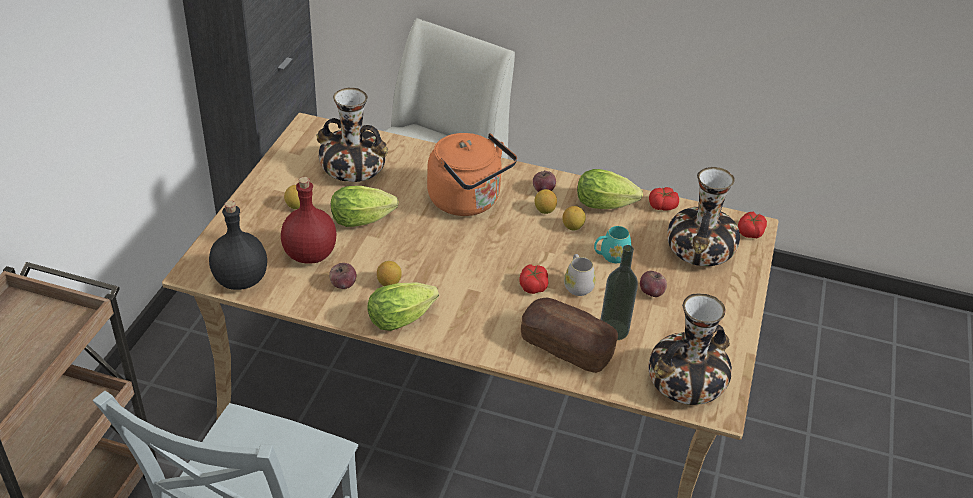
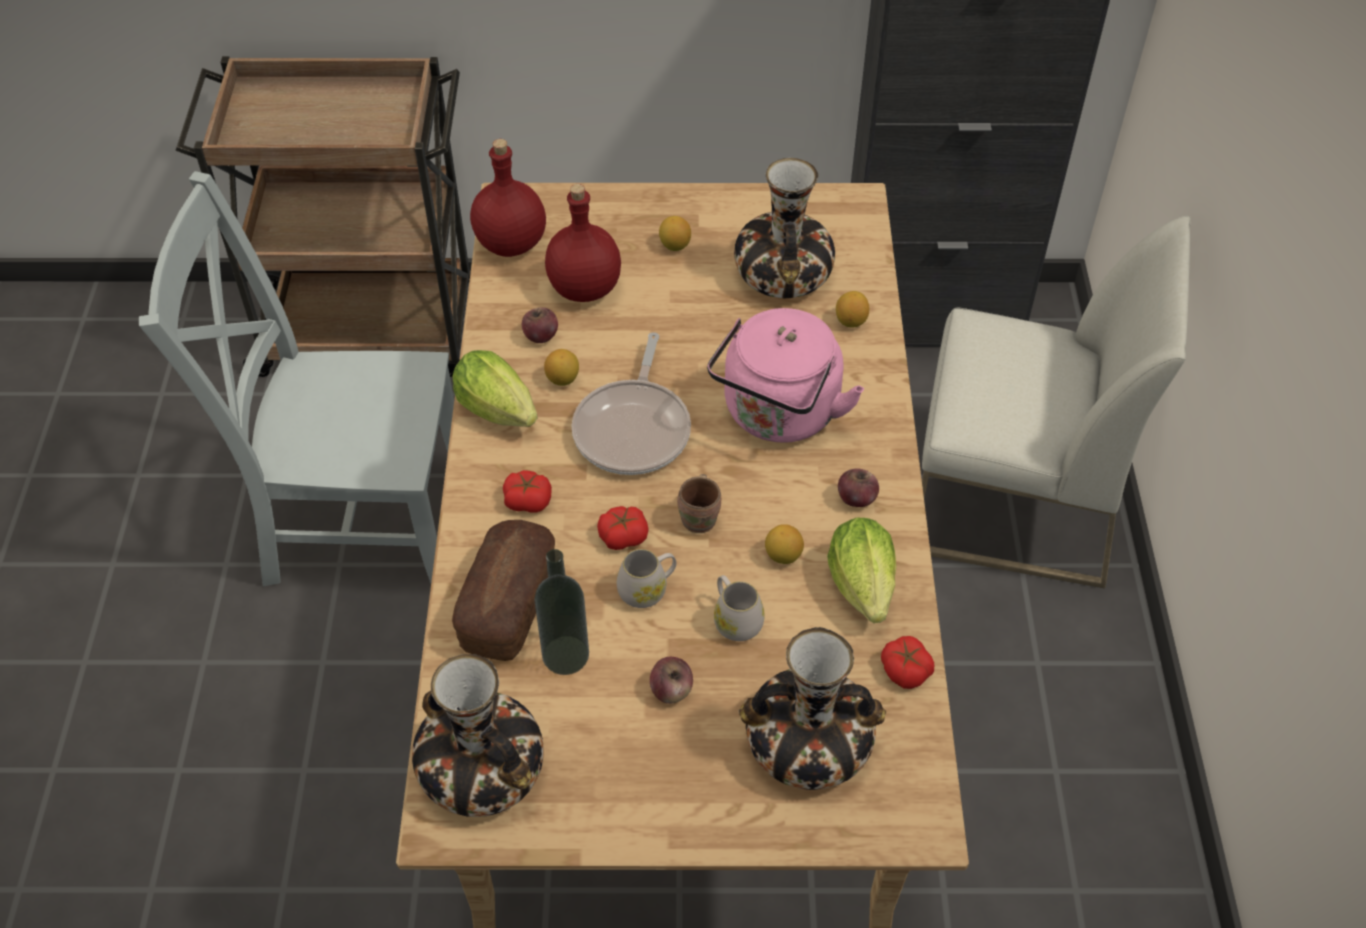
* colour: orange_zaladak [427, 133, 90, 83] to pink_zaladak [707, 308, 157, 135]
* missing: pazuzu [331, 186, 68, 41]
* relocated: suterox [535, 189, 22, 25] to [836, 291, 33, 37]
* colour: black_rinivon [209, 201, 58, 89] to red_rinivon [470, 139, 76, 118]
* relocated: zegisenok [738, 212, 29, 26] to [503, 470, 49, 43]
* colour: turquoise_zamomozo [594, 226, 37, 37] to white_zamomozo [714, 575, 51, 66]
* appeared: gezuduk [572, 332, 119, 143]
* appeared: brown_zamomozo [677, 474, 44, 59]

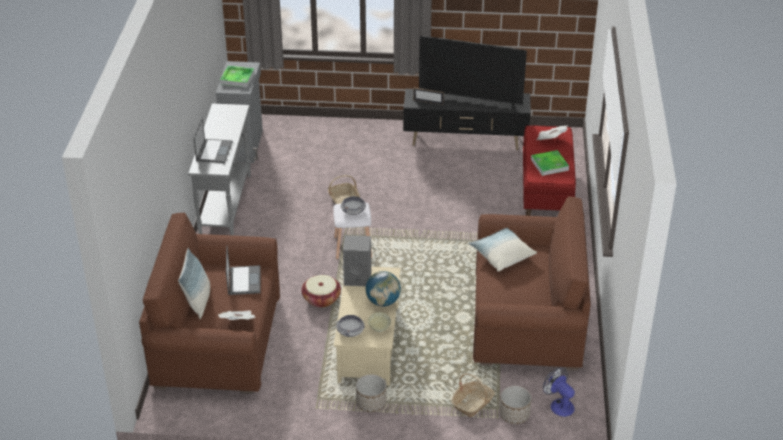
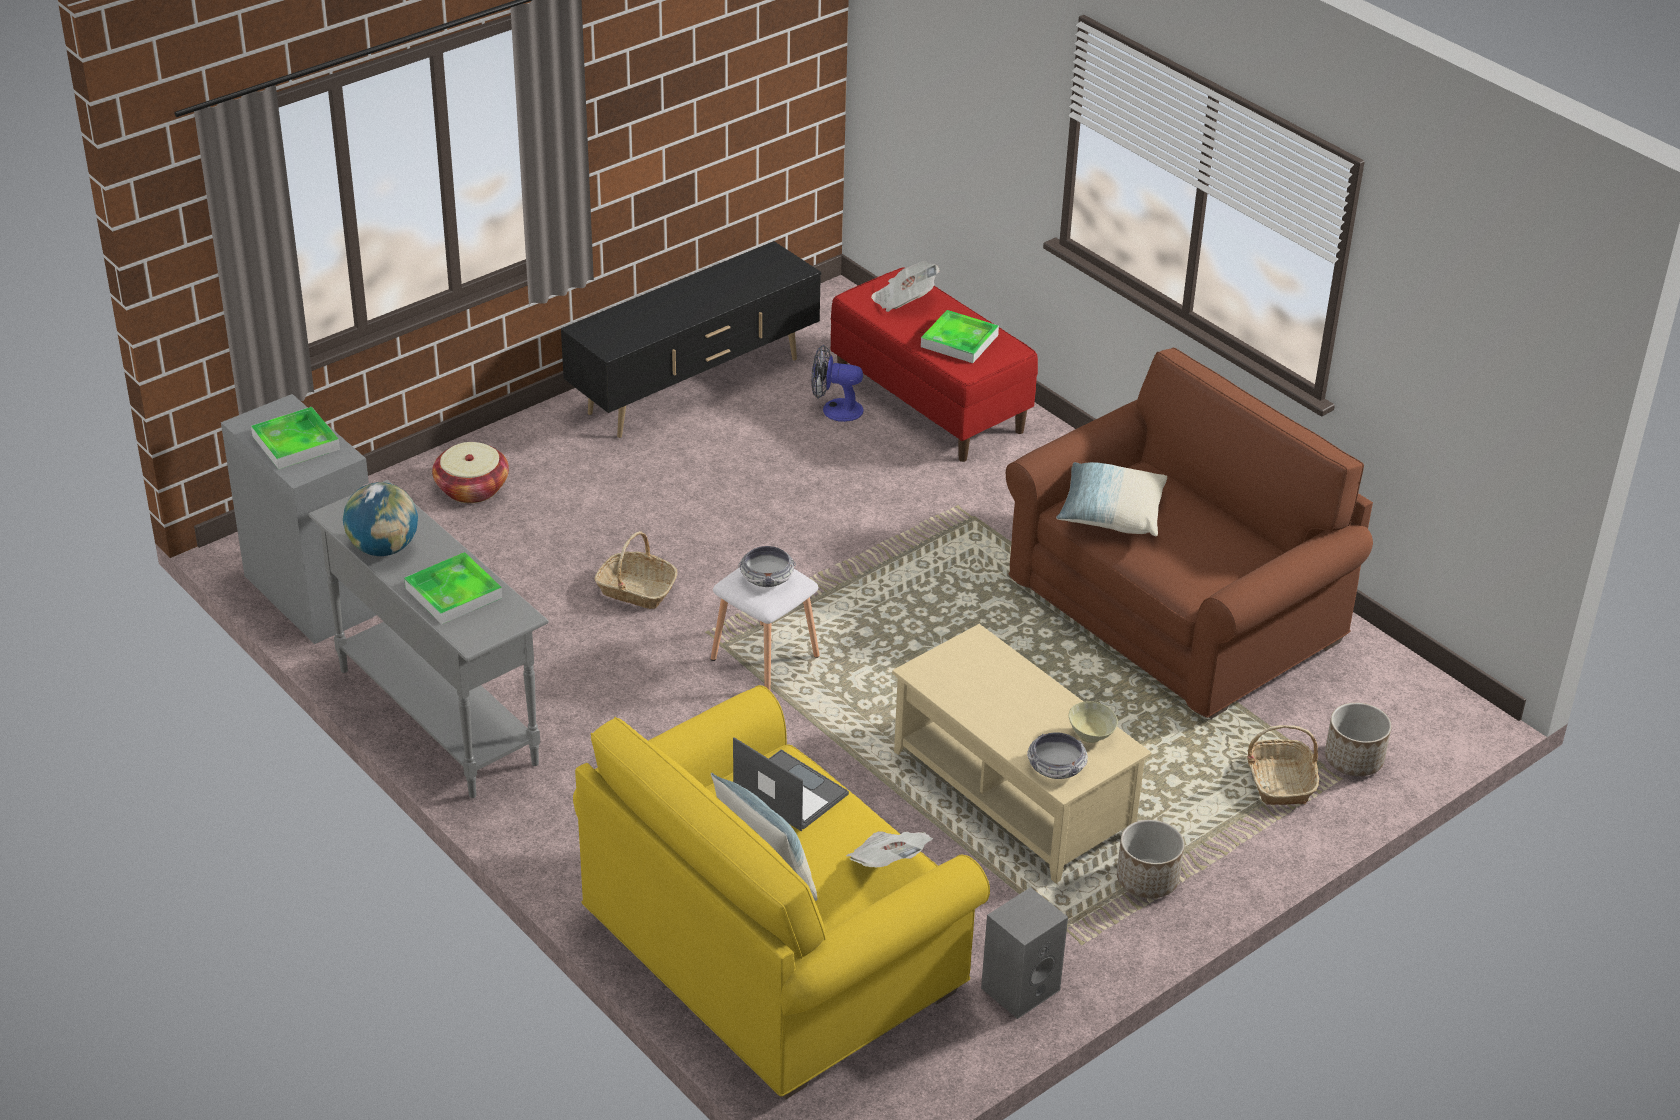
* missing: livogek [419, 36, 108, 75]
* missing: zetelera [413, 88, 31, 17]
* exchanged: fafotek [193, 118, 40, 45] to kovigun [404, 552, 98, 72]
* colour: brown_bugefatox [139, 212, 141, 182] to yellow_bugefatox [573, 685, 417, 414]
* relocated: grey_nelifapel [343, 235, 28, 51] to [981, 887, 87, 132]
* relocated: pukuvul [366, 271, 35, 35] to [343, 482, 75, 74]
* relocated: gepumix [302, 275, 39, 33] to [432, 442, 77, 61]
* relocated: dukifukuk [543, 368, 32, 49] to [811, 345, 53, 77]

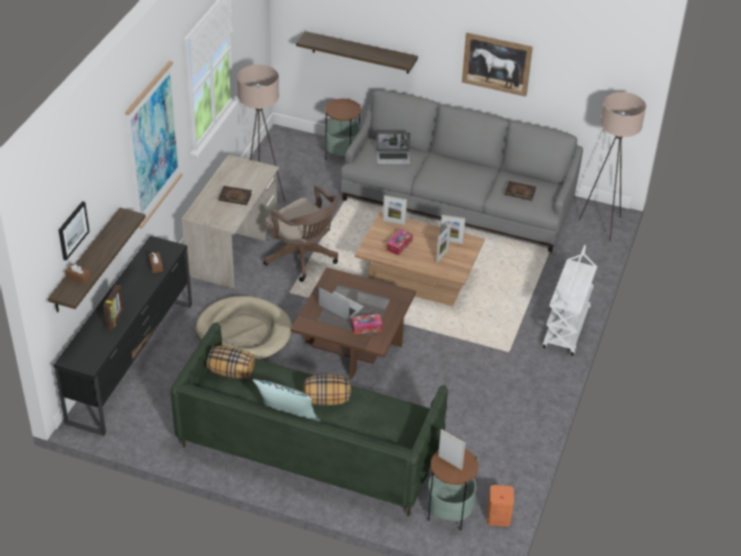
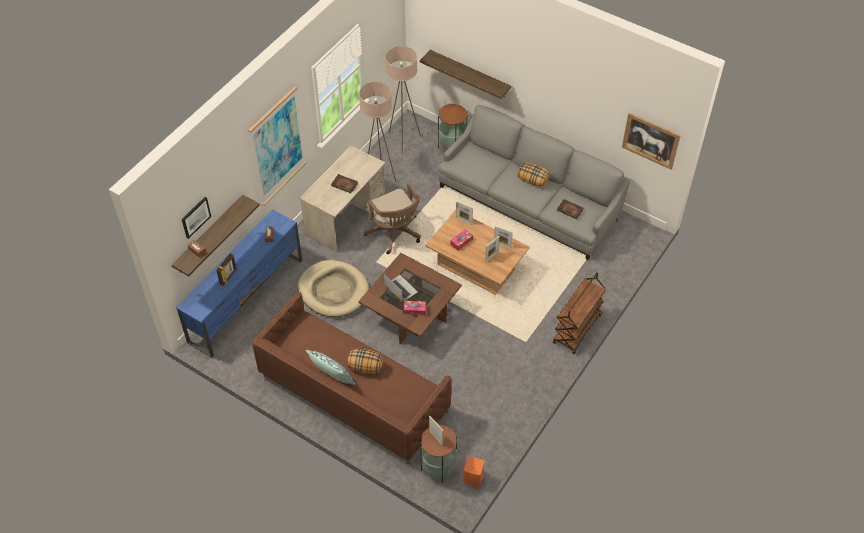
* relocated: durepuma [462, 33, 71, 64] to [622, 113, 59, 57]
* relocated: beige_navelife [579, 92, 67, 149] to [385, 46, 36, 107]
* missing: fafotek [376, 132, 35, 33]
* colour: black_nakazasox [54, 236, 138, 200] to blue_nakazasox [176, 209, 126, 149]
* colour: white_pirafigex [543, 245, 54, 111] to brown_pirafigex [553, 272, 53, 82]
* colour: green_bugefatox [171, 322, 277, 194] to brown_bugefatox [252, 292, 199, 172]
* relocated: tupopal [207, 346, 48, 33] to [518, 162, 32, 25]

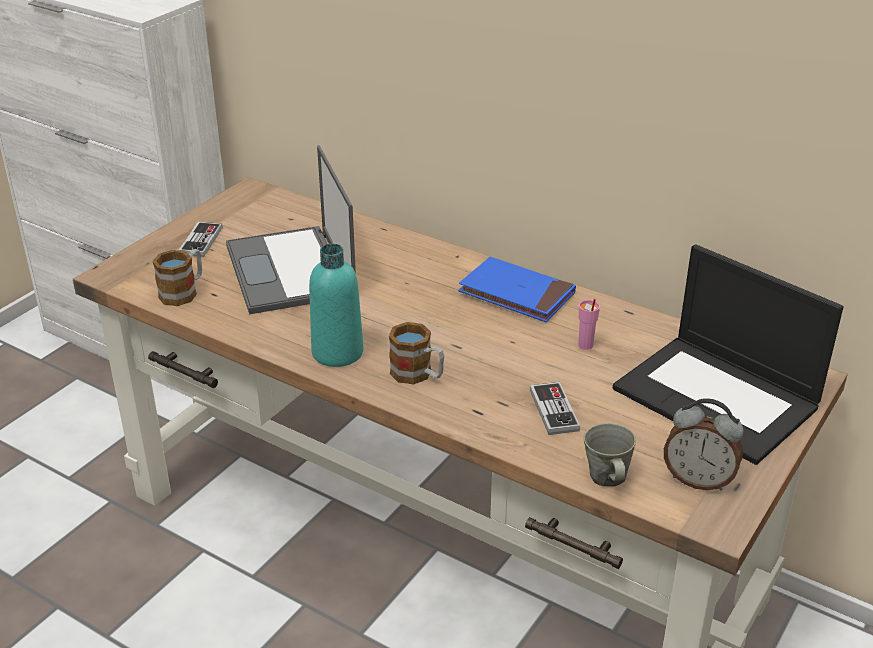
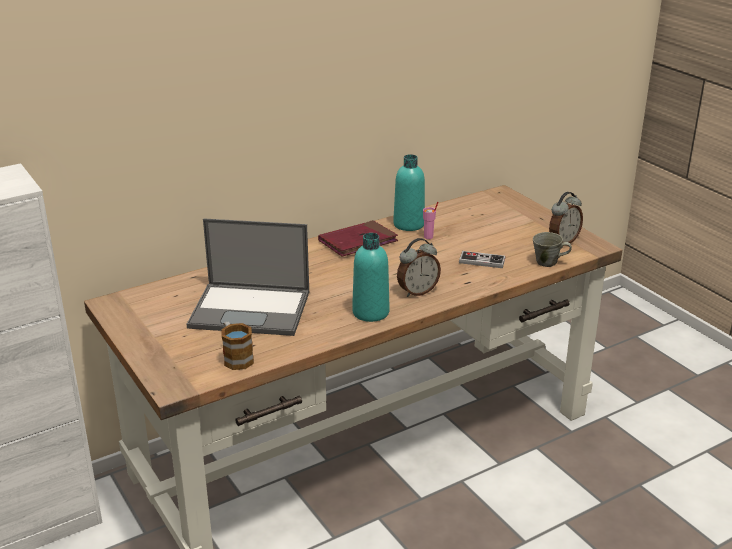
* missing: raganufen [179, 222, 43, 35]
* missing: fafotek [613, 244, 230, 221]
* colour: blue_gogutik [458, 257, 118, 65] to red_gogutik [318, 220, 80, 37]
* exchanged: zamomozo [389, 322, 55, 62] to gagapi [397, 238, 44, 59]
* appeared: turquoise_rinivon [393, 154, 32, 77]

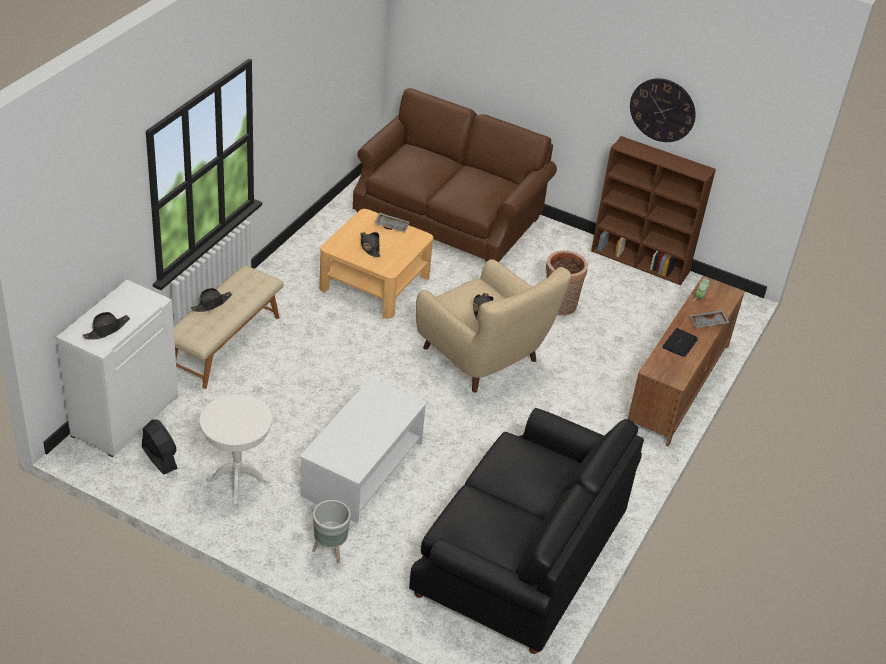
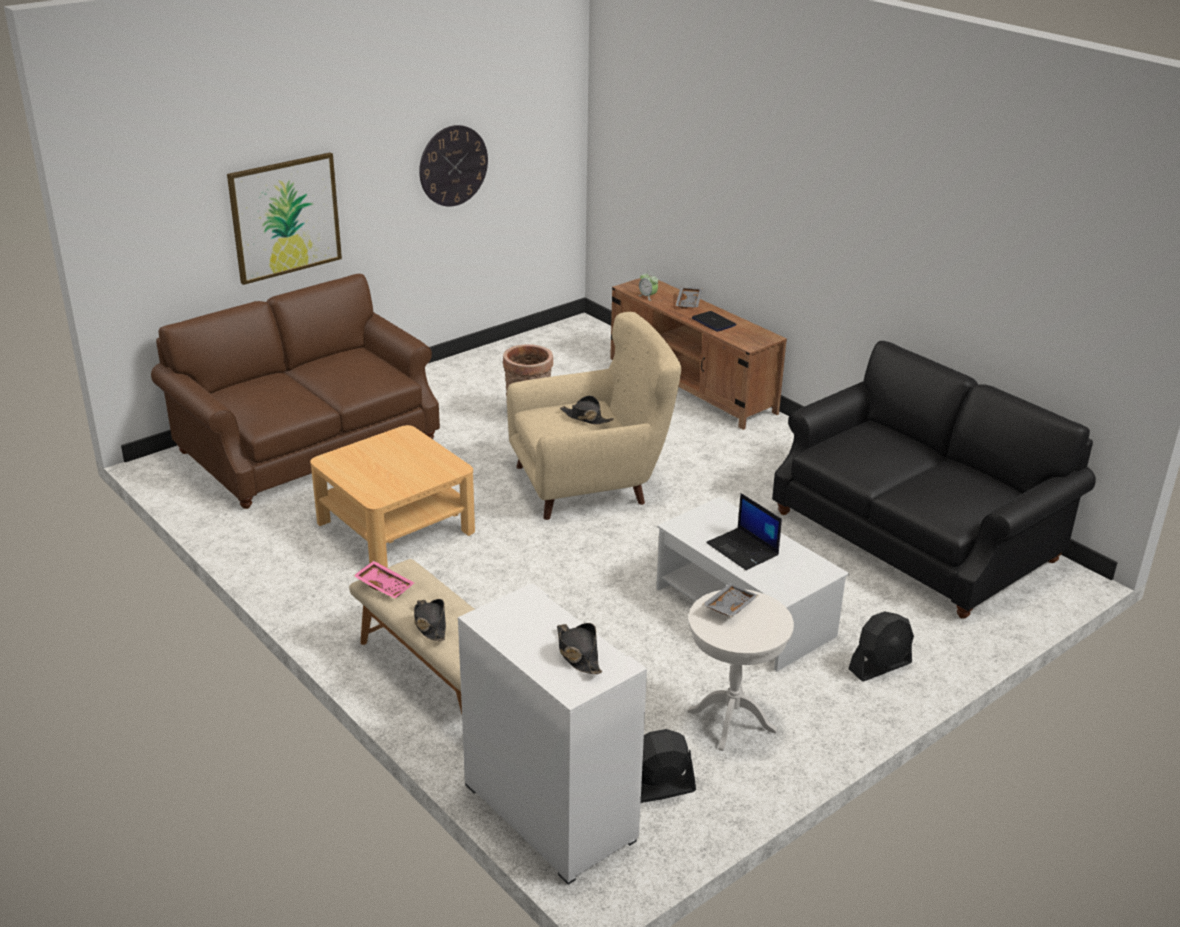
* missing: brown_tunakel [591, 136, 125, 149]
* relocated: grey_kovigun [375, 212, 35, 21] to [702, 583, 57, 34]
* missing: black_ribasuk [361, 232, 19, 25]
* exchanged: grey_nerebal [312, 500, 39, 64] to black_dukifukuk [848, 611, 66, 71]
* appeared: durepuma [227, 152, 115, 133]
* appeared: fafotek [706, 493, 76, 77]
* appeared: pink_kovigun [354, 561, 60, 38]

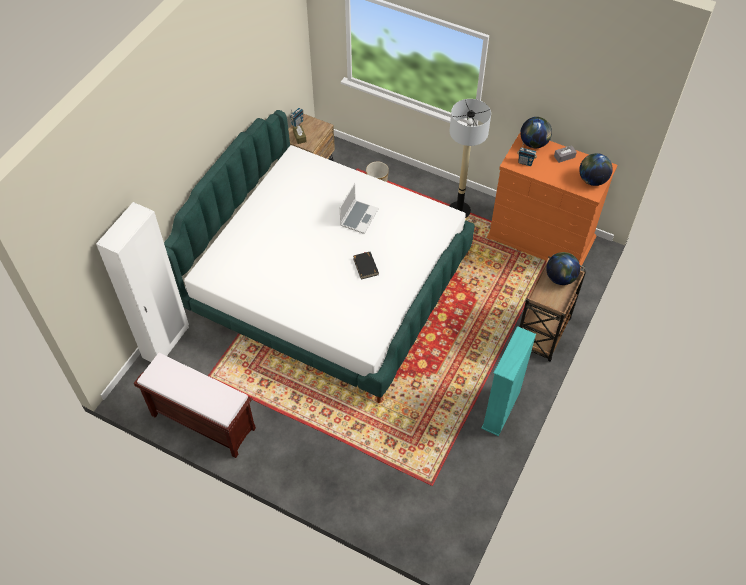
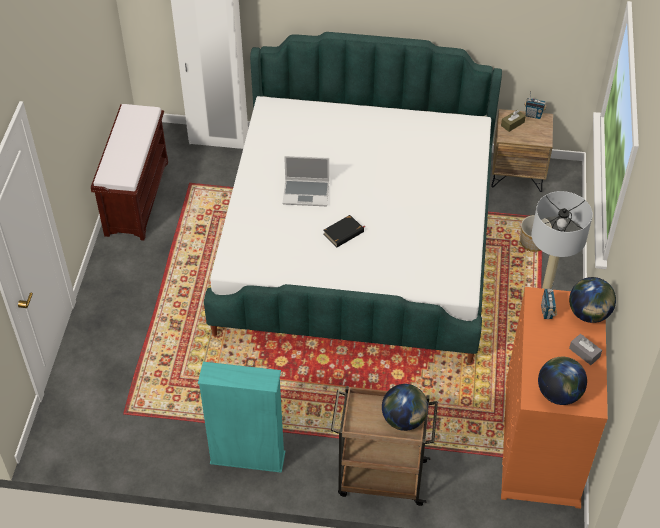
* relocated: fafotek [340, 183, 39, 51] to [283, 156, 46, 50]

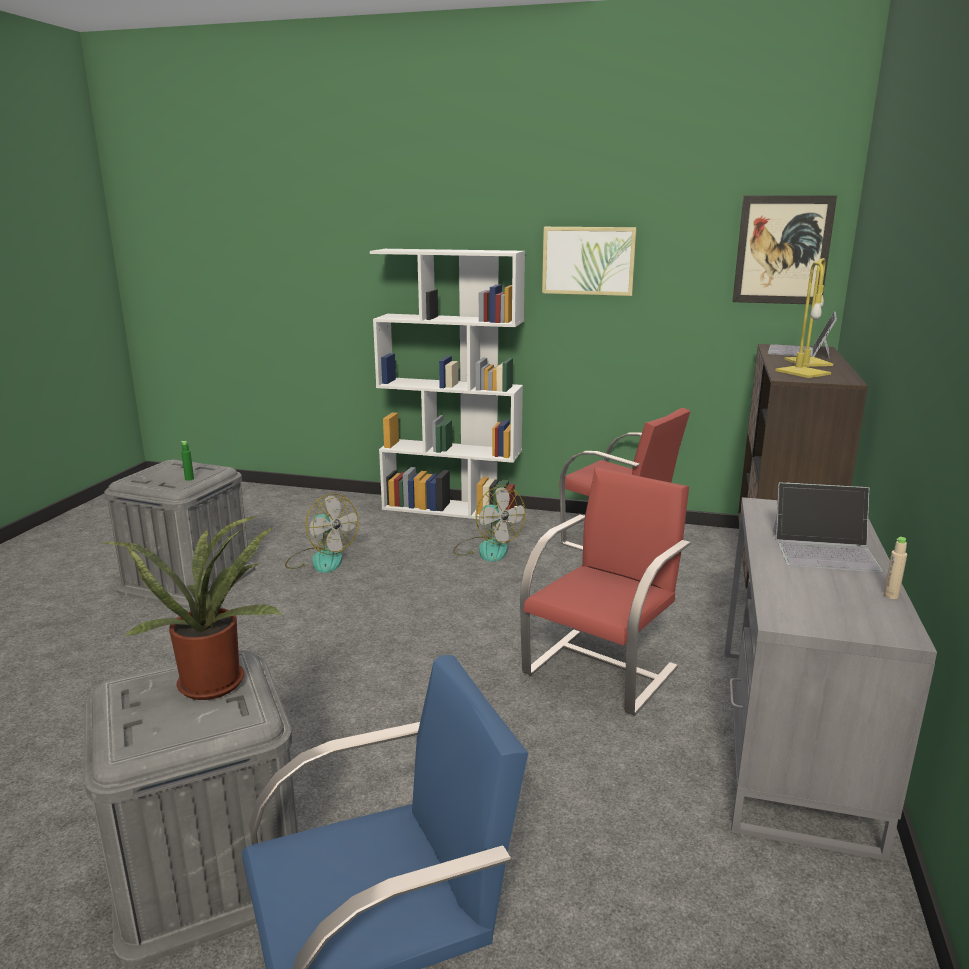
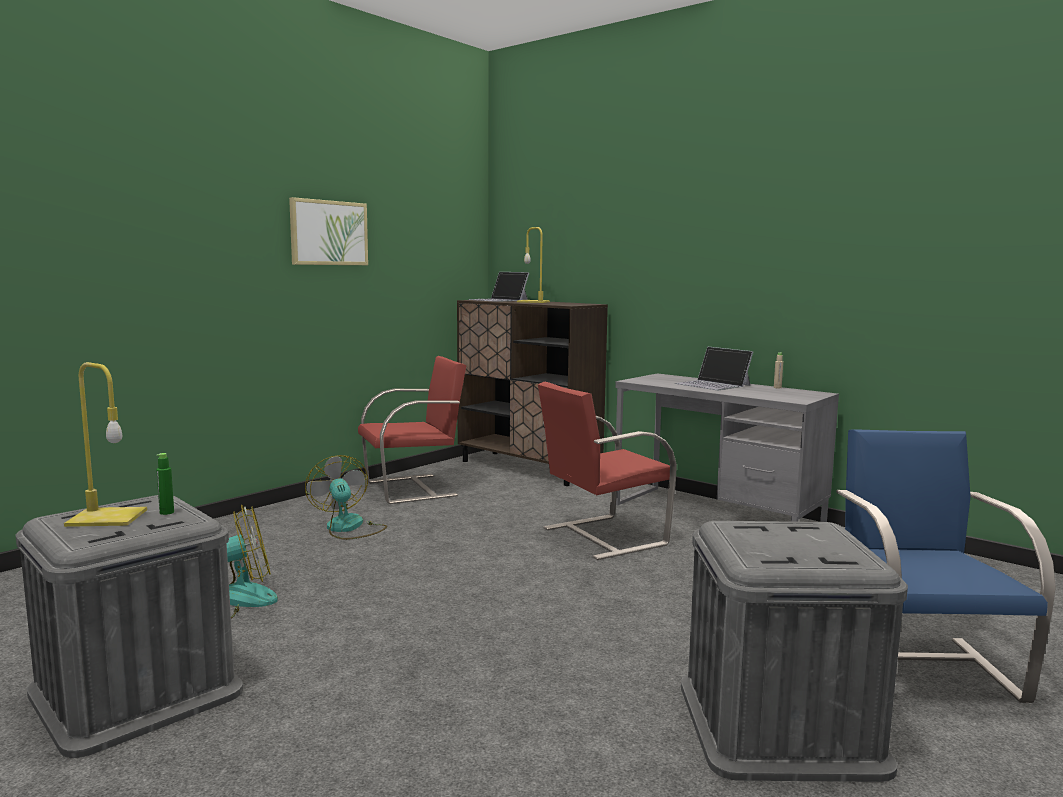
* missing: durepuma [732, 195, 105, 110]
* missing: white_tunakel [370, 249, 155, 274]
* relocated: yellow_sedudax [775, 261, 56, 117] to [64, 362, 83, 165]
* spun: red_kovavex [520, 467, 171, 249] = [538, 381, 139, 179] 90 degrees counterclockwise
* spun: fafotek [773, 482, 110, 91] = [675, 346, 78, 44] 105 degrees clockwise
* spun: dukifukuk [453, 485, 73, 77] = [305, 455, 82, 85] 105 degrees counterclockwise
* missing: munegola [99, 515, 184, 185]

